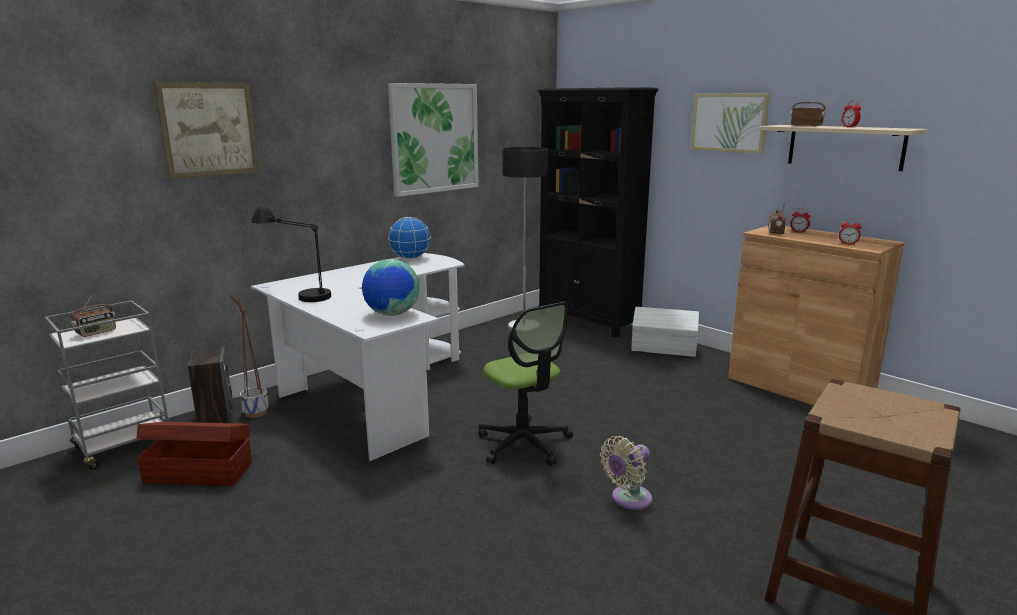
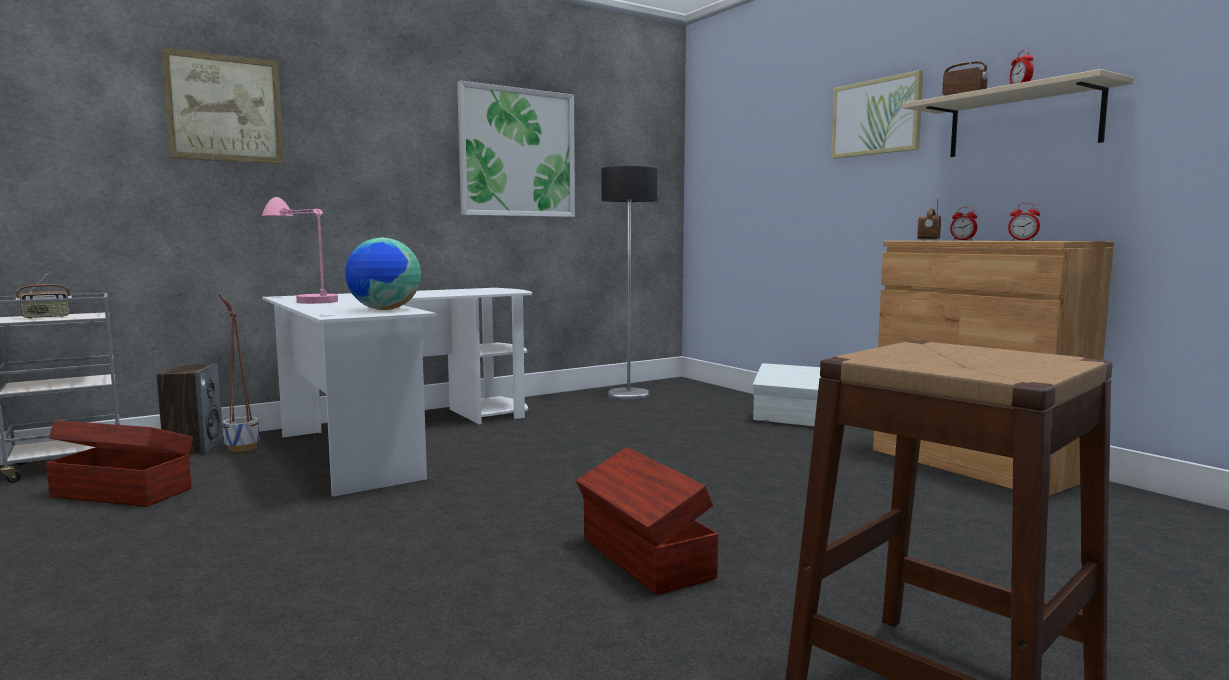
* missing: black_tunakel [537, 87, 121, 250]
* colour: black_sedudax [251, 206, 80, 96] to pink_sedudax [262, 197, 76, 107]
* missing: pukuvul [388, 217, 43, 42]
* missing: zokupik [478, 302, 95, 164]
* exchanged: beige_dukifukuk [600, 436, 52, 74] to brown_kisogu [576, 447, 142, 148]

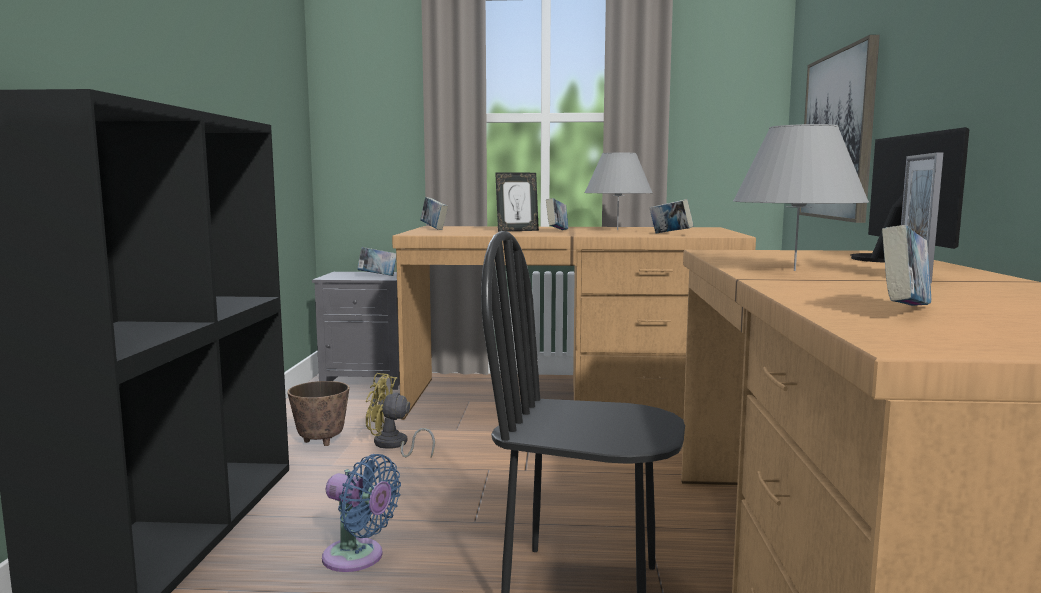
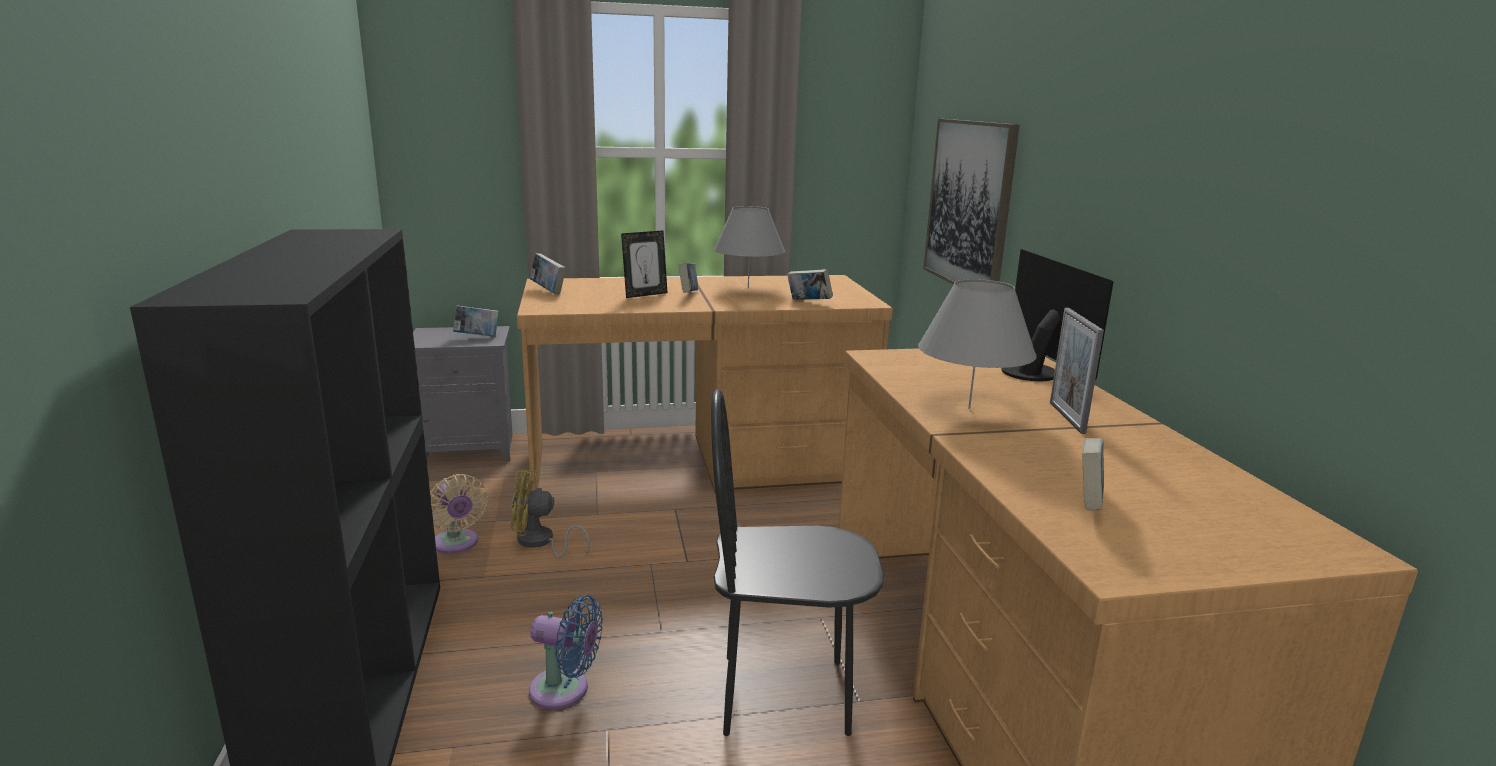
* exchanged: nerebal [287, 381, 63, 65] to beige_dukifukuk [430, 474, 58, 80]

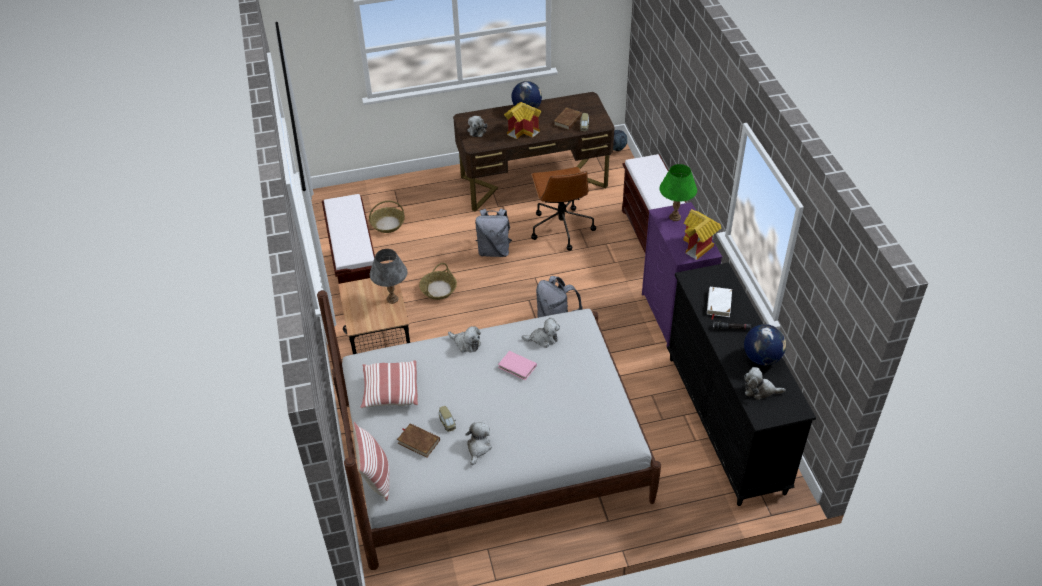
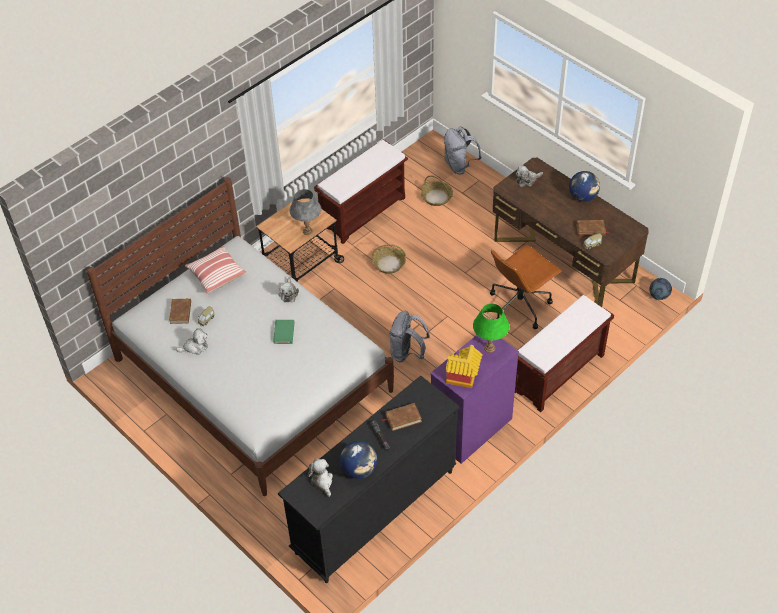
* missing: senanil [504, 102, 37, 37]
* relocated: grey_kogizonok [475, 209, 37, 48] to [444, 127, 37, 47]
* colour: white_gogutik [707, 287, 25, 33] to brown_gogutik [382, 403, 40, 28]
* missing: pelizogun [522, 318, 38, 30]
* colour: pink_gogutik [498, 351, 39, 29] to green_gogutik [273, 320, 22, 24]
* missing: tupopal [353, 422, 37, 79]

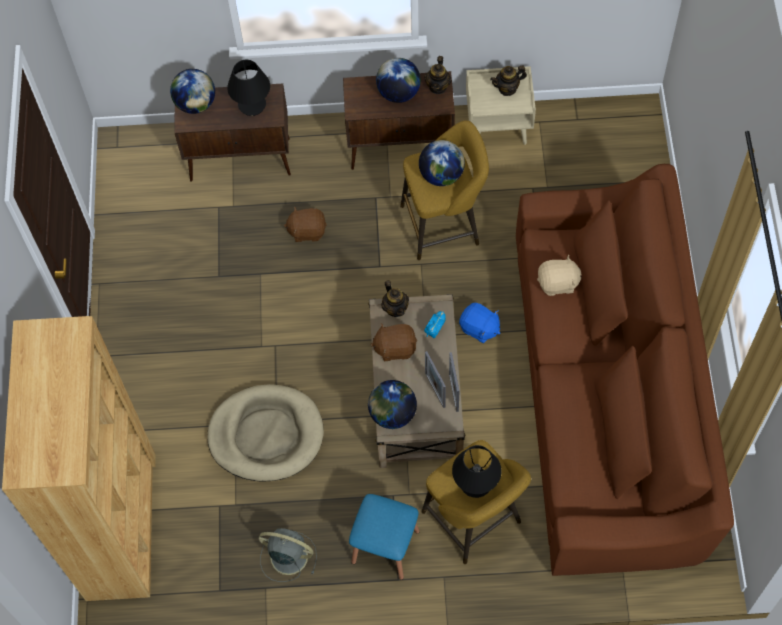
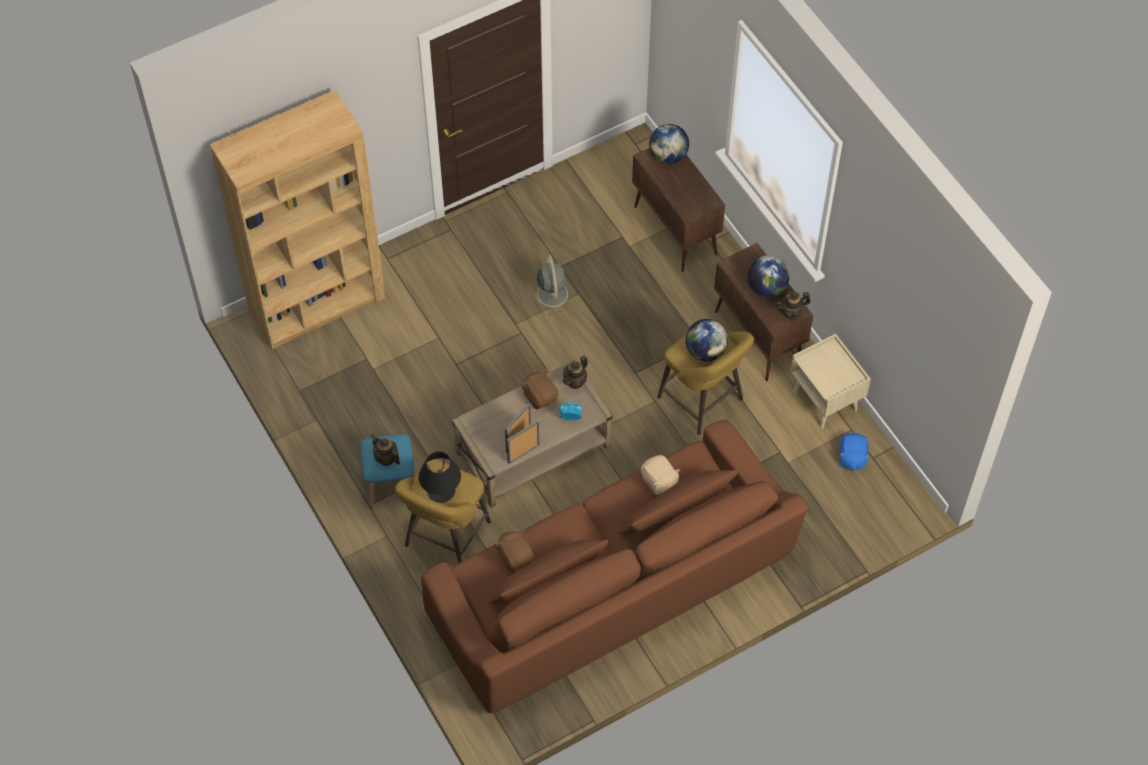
* missing: black_sedudax [227, 60, 43, 56]
* relocated: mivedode [490, 65, 37, 31] to [371, 434, 29, 32]
* relocated: brown_pelizogun [284, 206, 43, 36] to [494, 530, 40, 41]
* relocated: blue_pelizogun [459, 303, 41, 40] to [839, 433, 31, 38]
* missing: pukuvul [368, 380, 49, 49]
* missing: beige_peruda [207, 384, 117, 98]
* relocated: grey_dukifukuk [258, 528, 59, 54] to [529, 254, 46, 61]

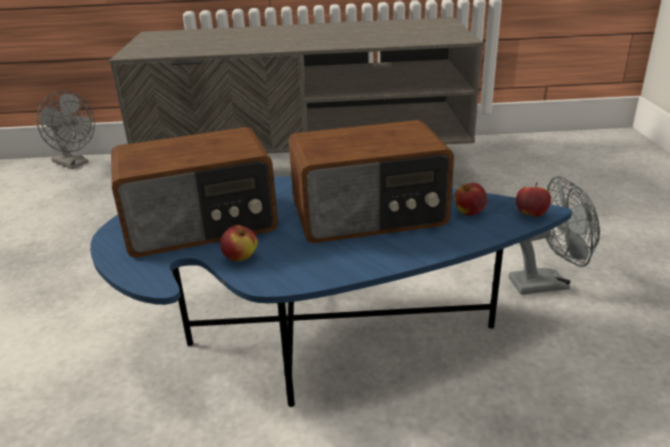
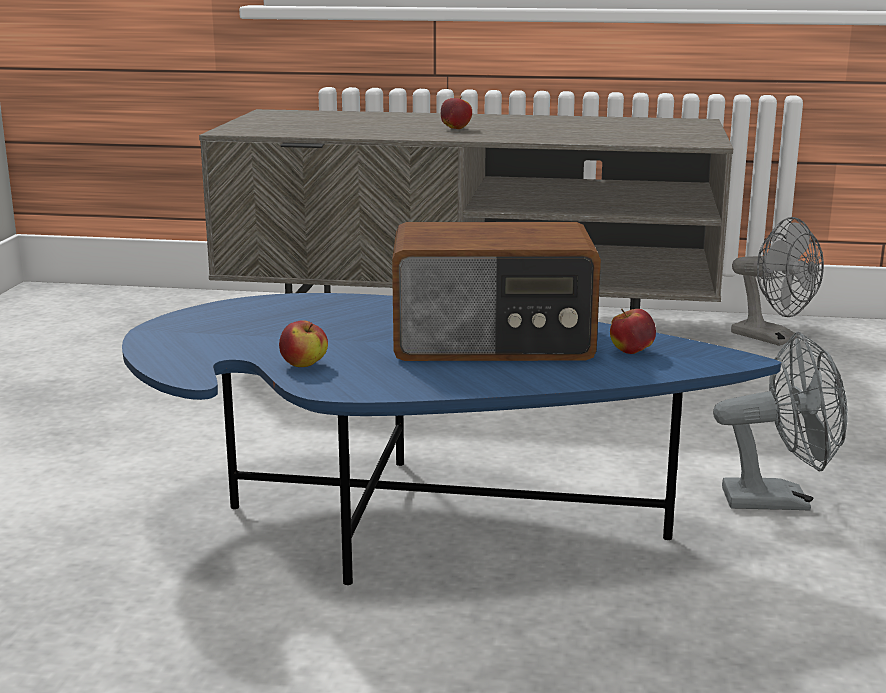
* relocated: grey_dukifukuk [37, 91, 58, 78] to [731, 217, 93, 129]
* missing: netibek [111, 127, 167, 130]
* relocated: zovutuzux [516, 183, 35, 34] to [441, 97, 31, 32]

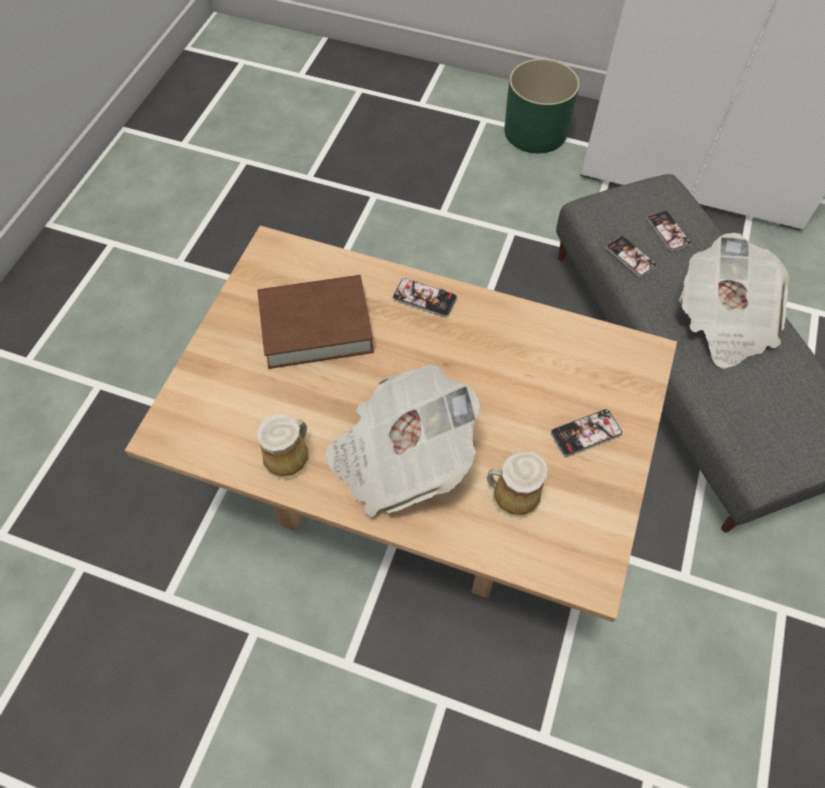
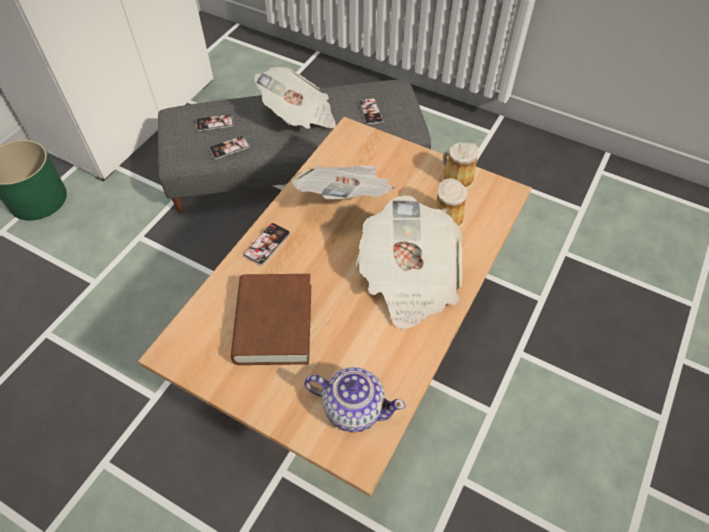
* relocated: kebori [550, 409, 73, 48] to [359, 98, 24, 27]
* relocated: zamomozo [257, 414, 53, 65] to [442, 142, 37, 47]
* appeared: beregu [292, 165, 103, 34]
* appeared: mivedode [304, 367, 102, 66]

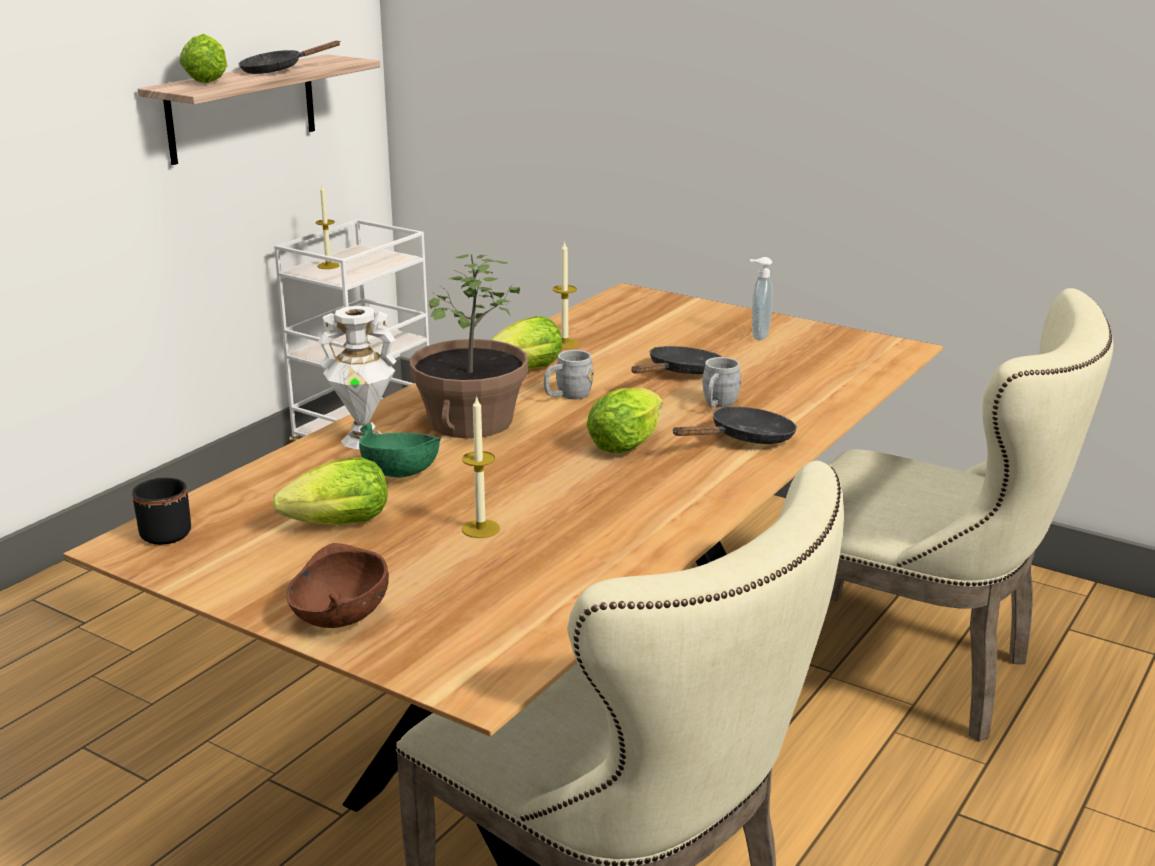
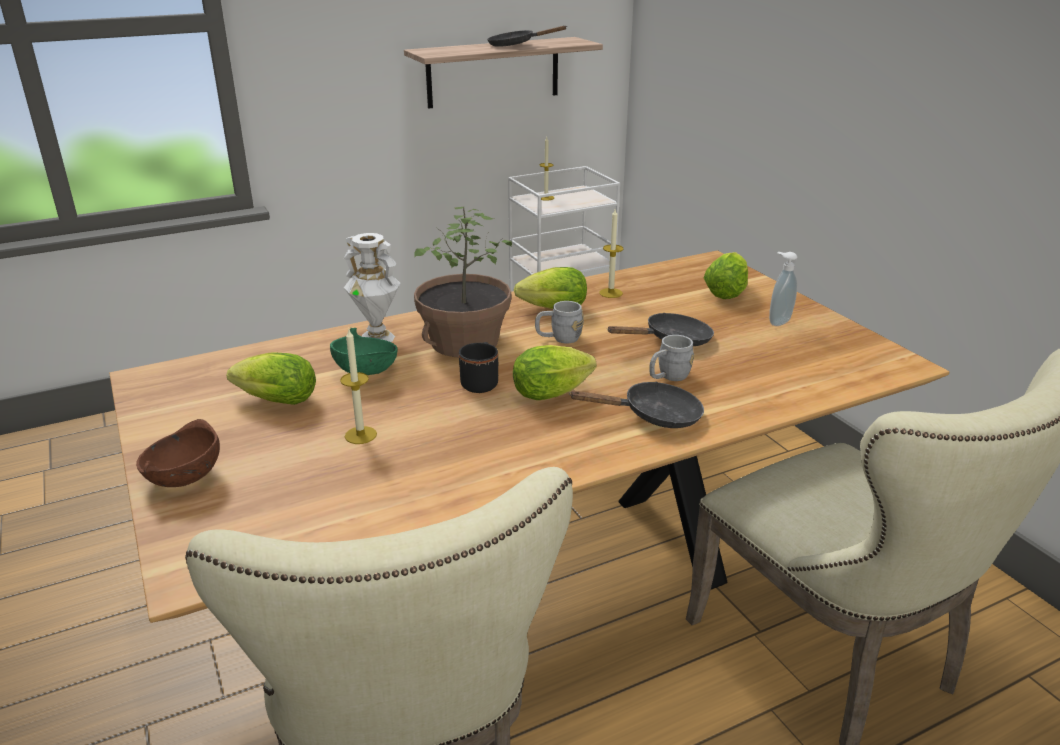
* relocated: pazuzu [179, 34, 48, 49] to [704, 252, 44, 47]
* relocated: black_zamomozo [132, 478, 59, 67] to [459, 342, 39, 51]

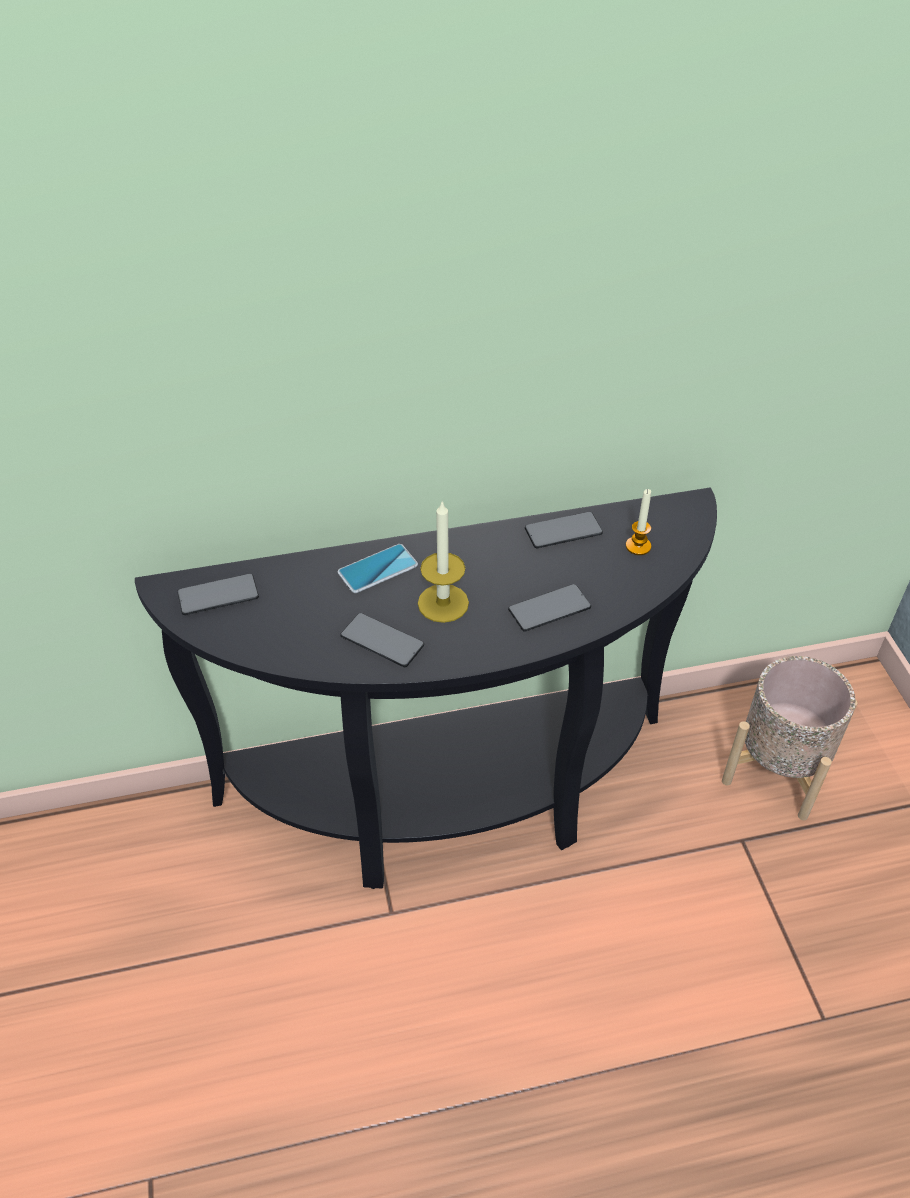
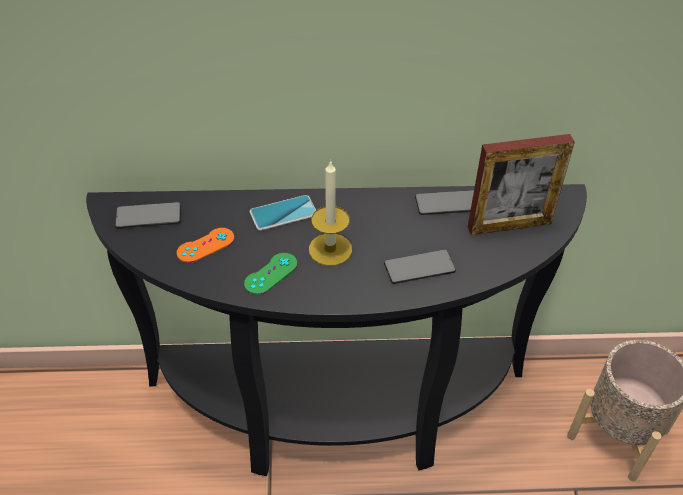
* exchanged: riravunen [626, 489, 25, 66] to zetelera [468, 134, 107, 101]
* exchanged: kebori [340, 613, 84, 54] to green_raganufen [244, 253, 54, 42]
* appeared: orange_raganufen [177, 228, 57, 35]

